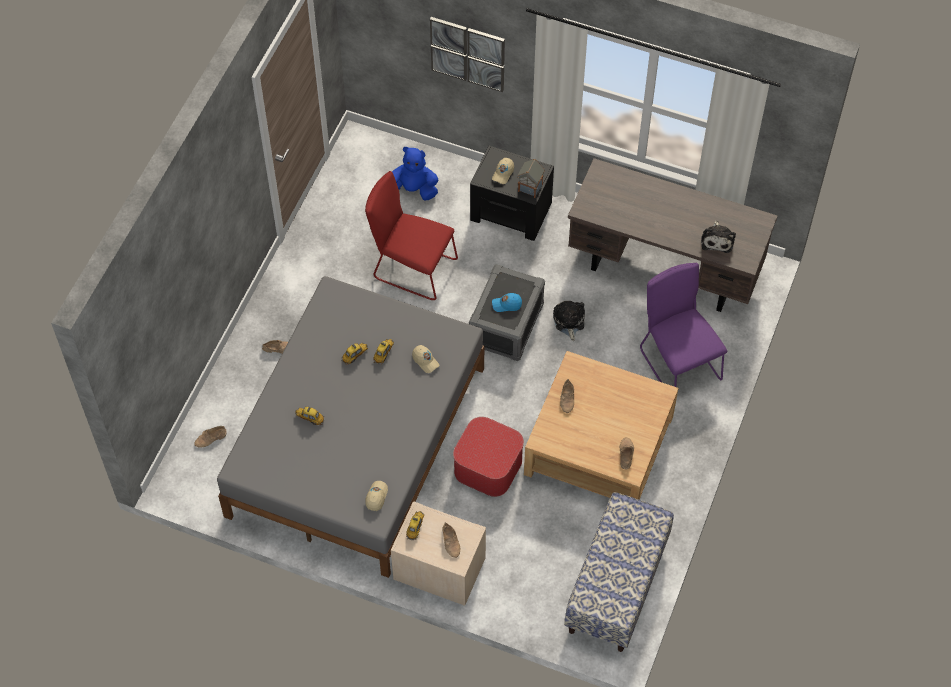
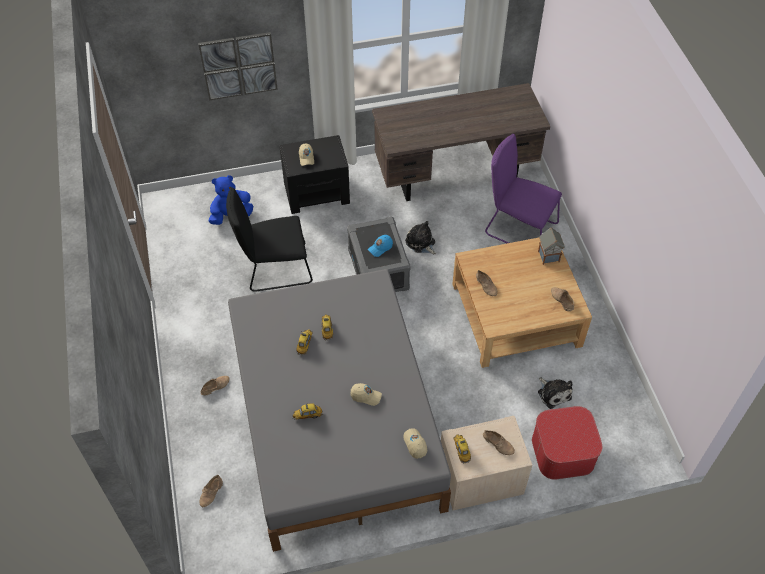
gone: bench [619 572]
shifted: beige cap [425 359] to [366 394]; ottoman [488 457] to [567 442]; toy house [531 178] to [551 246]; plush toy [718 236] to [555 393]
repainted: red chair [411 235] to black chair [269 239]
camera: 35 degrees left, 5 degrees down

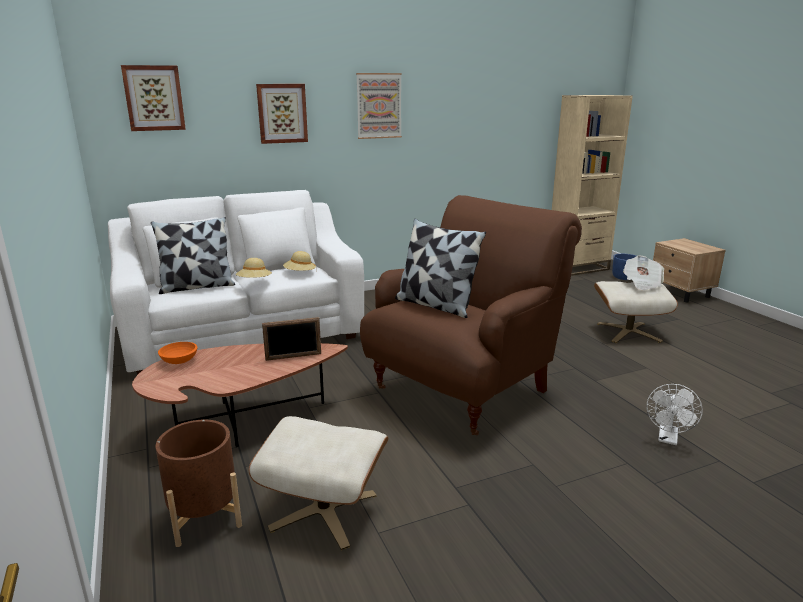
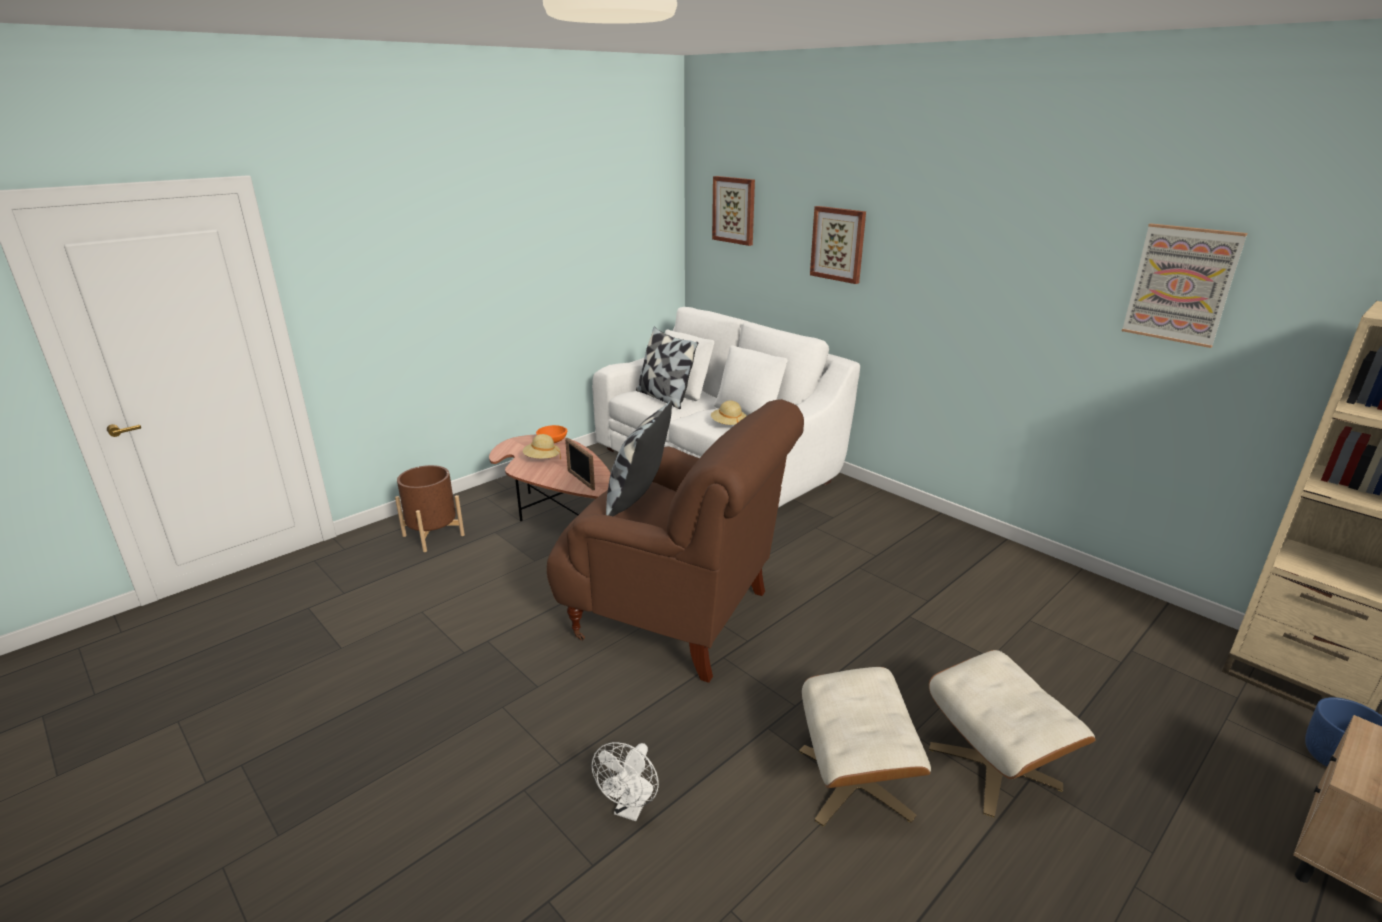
gone: newspaper [643 273]
shifted: beige hat [254 268] to [542 446]; beige ottoman [318 483] to [865 747]; picture [379 106] to [1185 285]
rotated: white fan [675 414] = [625 781] 75 degrees counterclockwise
camera: 70 degrees right, 5 degrees up

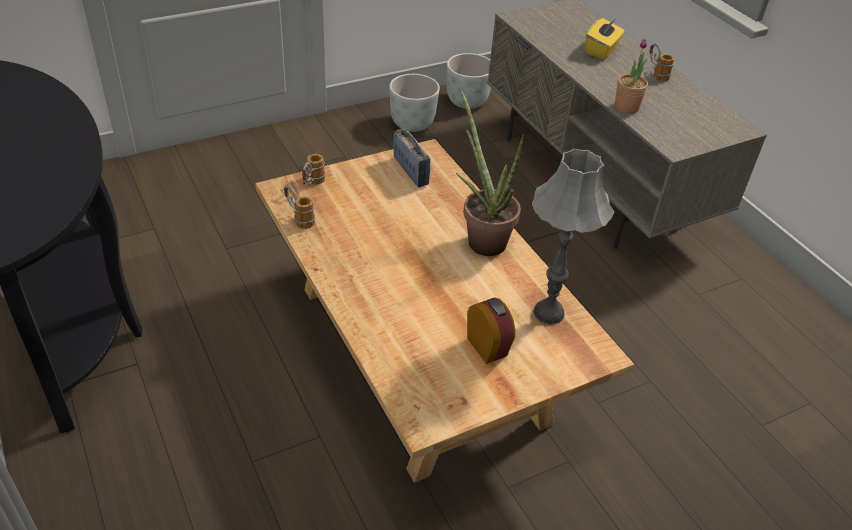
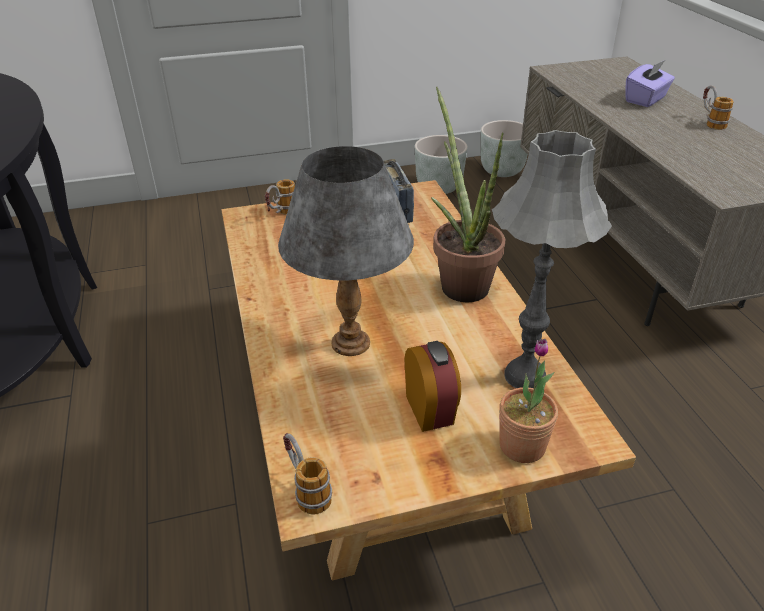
new: grey table lamp [346 251]
shifted: mug [299 207] to [307 474]; potted plant [631 76] to [528 401]
repainted: yellow tissue box [604 38] to purple tissue box [650 83]
camera: 15 degrees right, 5 degrees down

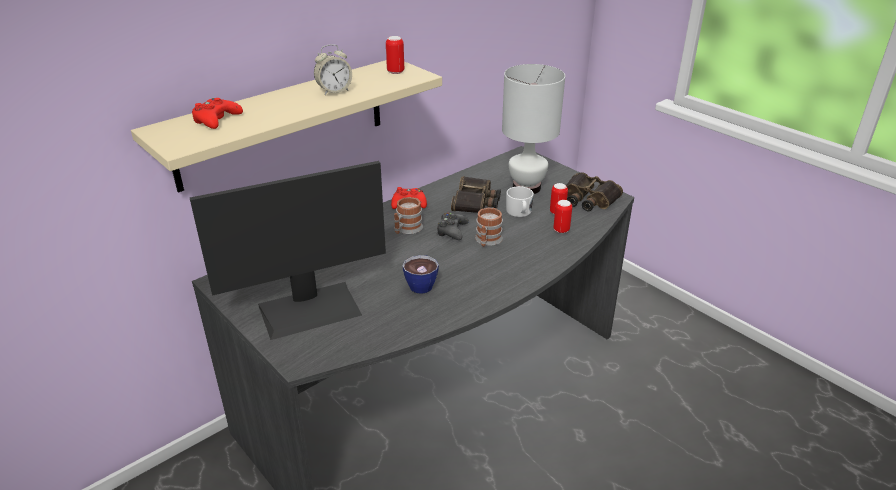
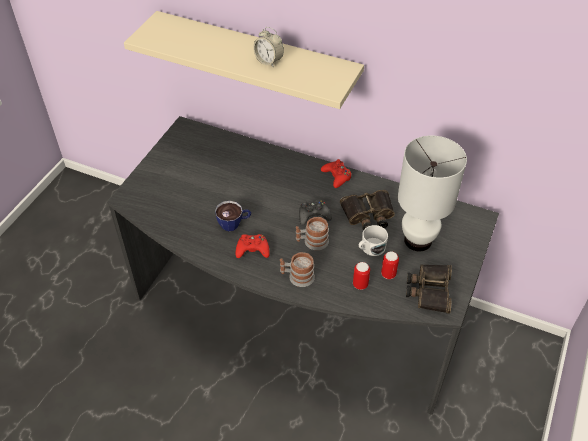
gone: monitor [288 250]; can [395 55]
shifted: red game controller [217 113] to [252 246]; mug [408 215] to [297 269]
camera: 65 degrees right, 15 degrees up

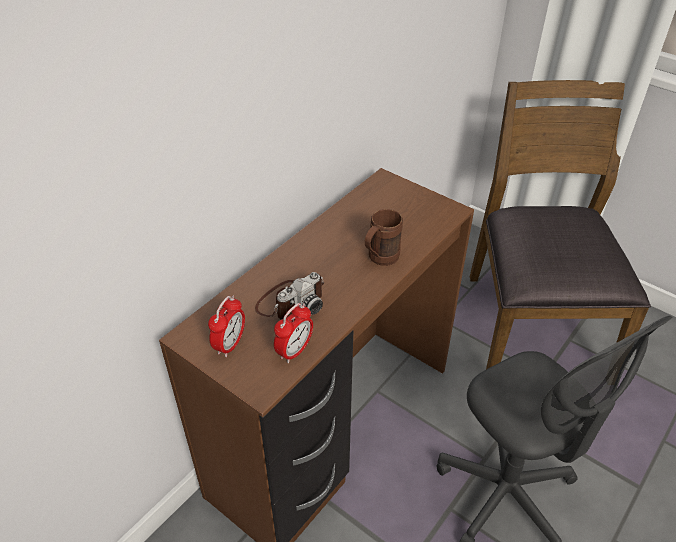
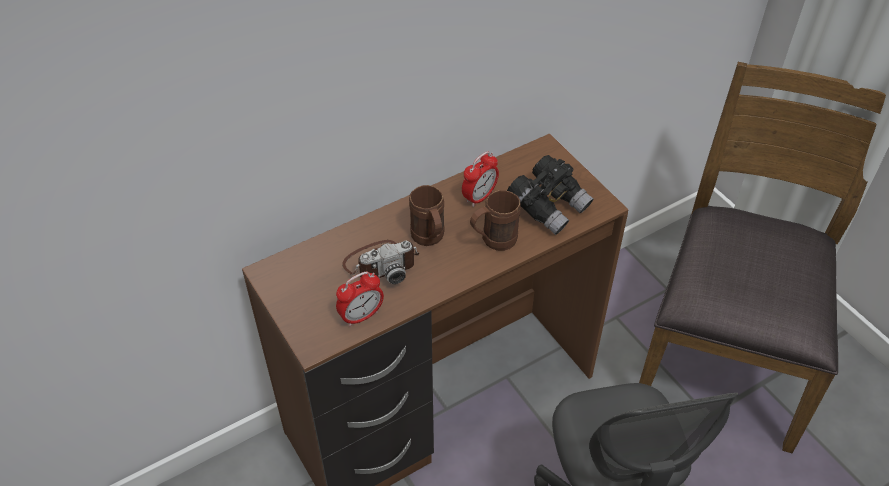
new: brown mug [426 215]; black binoculars [550 195]
shifted: alarm clock [226 326] to [480 179]
camera: 20 degrees right, 5 degrees up

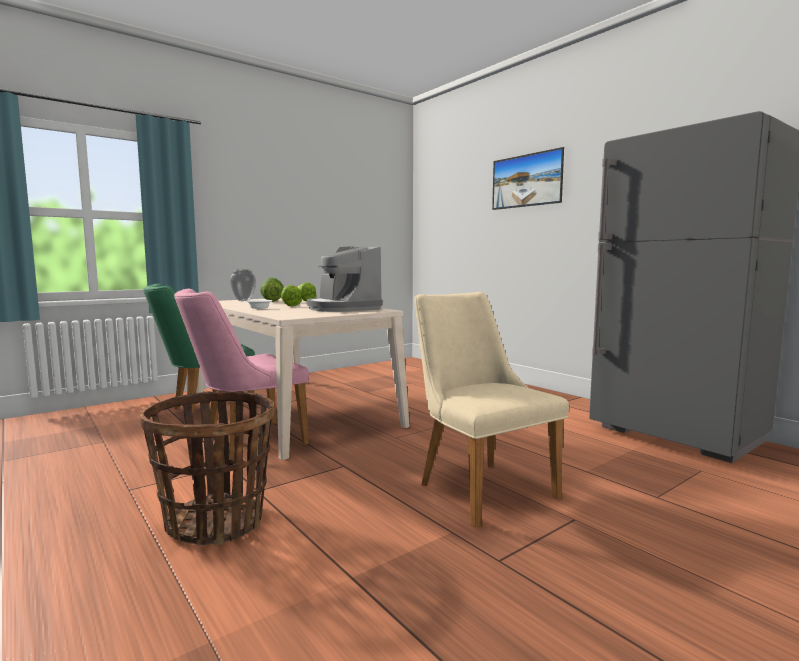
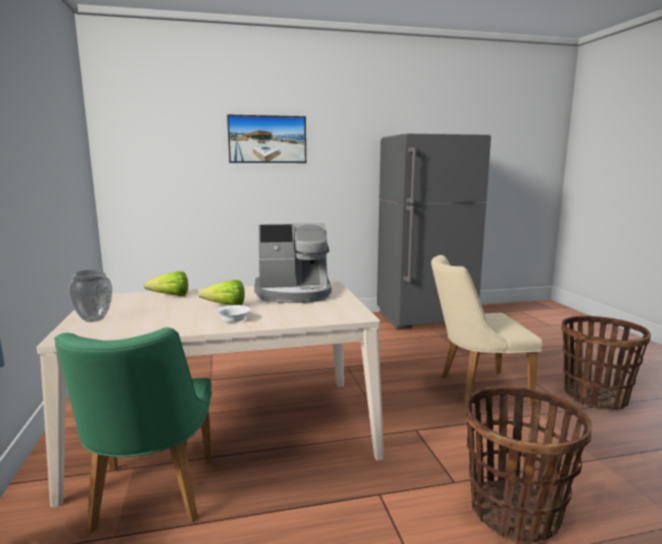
gone: pink chair [241 374]; lettuce [272 289]
new: basket [606 363]
camera: 65 degrees left, 5 degrees up

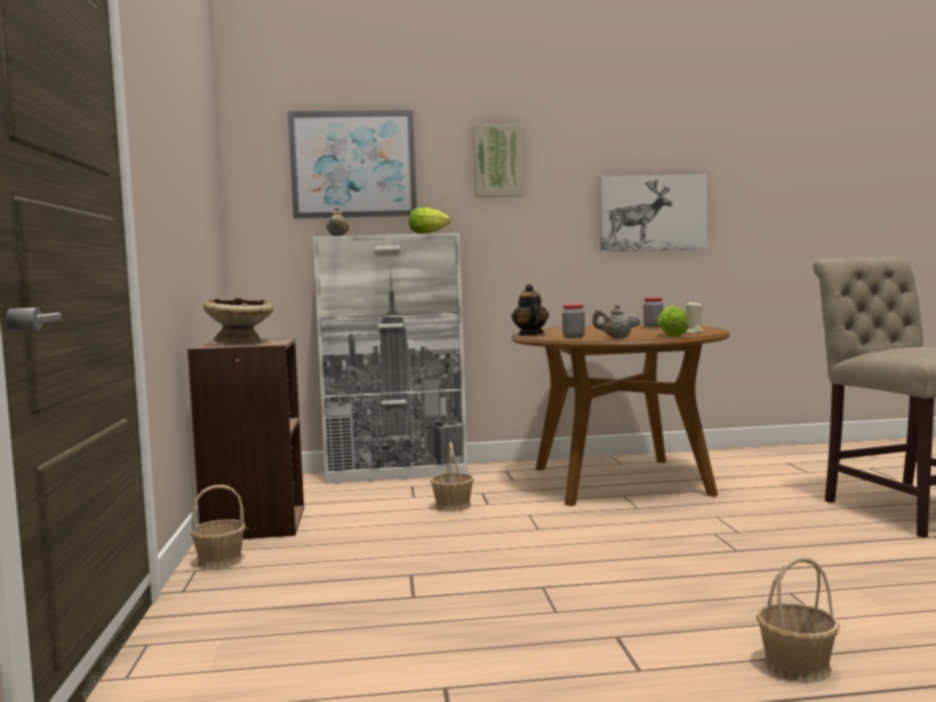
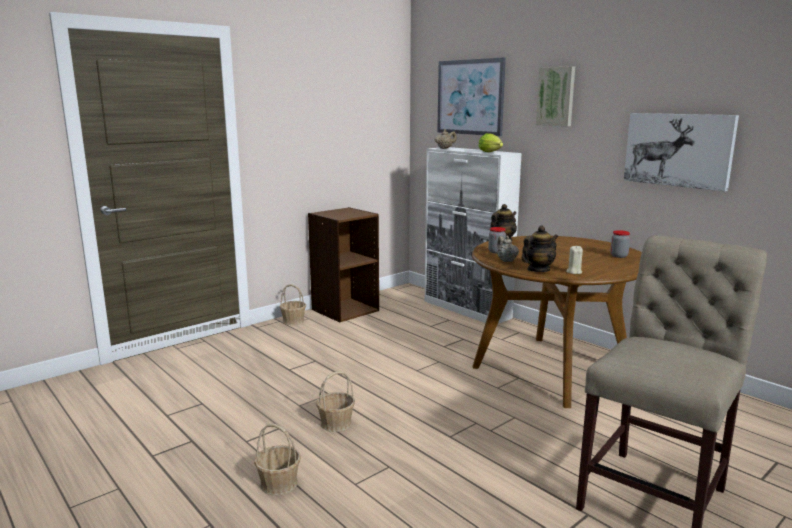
gone: beige bowl [238 320]
shifted: basket [452 477] to [335 401]
swapped: lettuce [673 321] to teapot [539 248]
camera: 55 degrees right, 10 degrees up

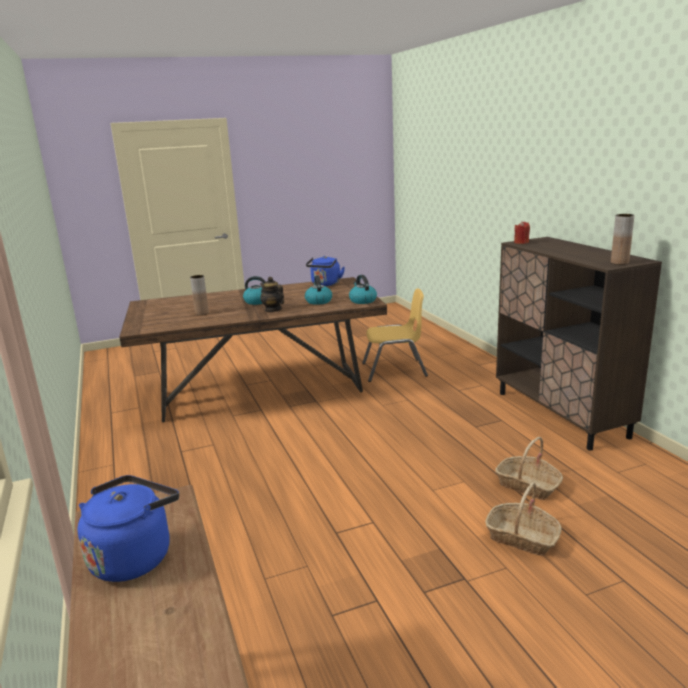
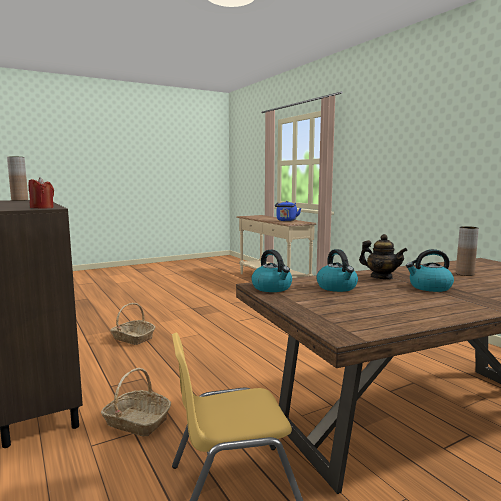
gone: blue kettle [325 271]
shifted: basket [523 519] to [136 402]
camera: 170 degrees right, 10 degrees down

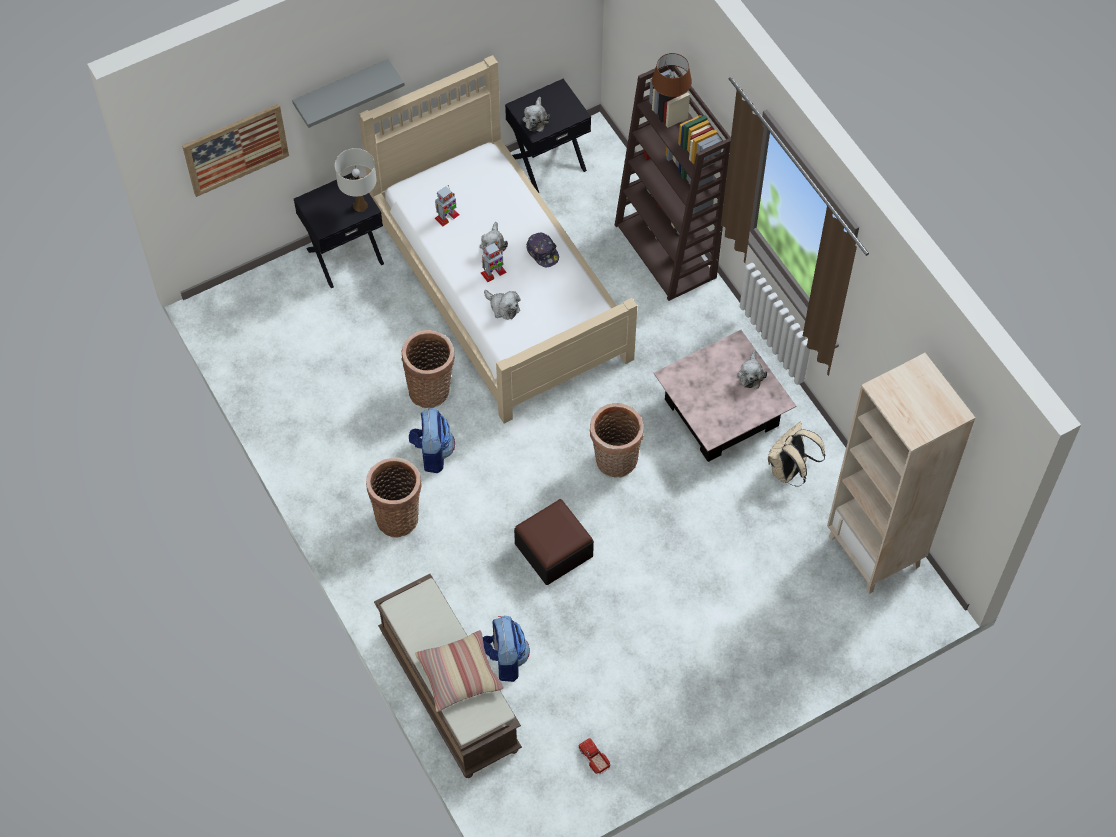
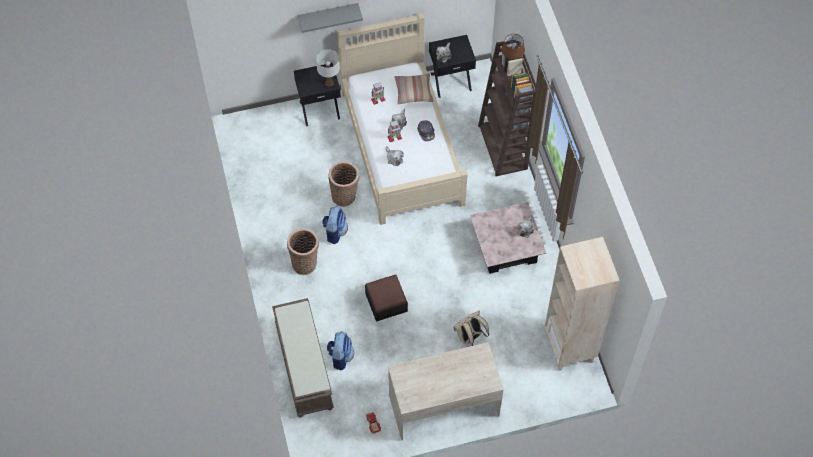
gone: picture [235 150]; basket [617 440]
new: beige desk [446 391]
shifted: pillow [459 671] to [414 89]; beige backpack [796 454] to [471 328]
camera: 15 degrees right, 0 degrees up

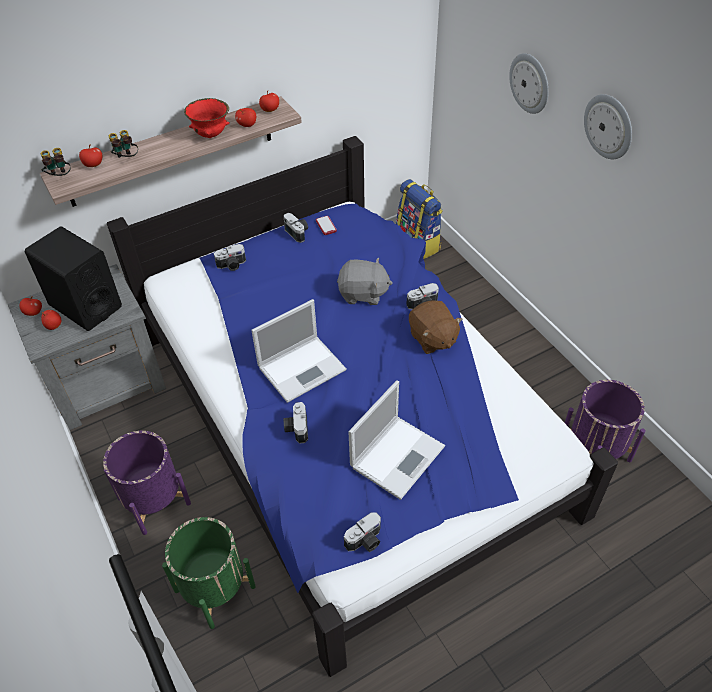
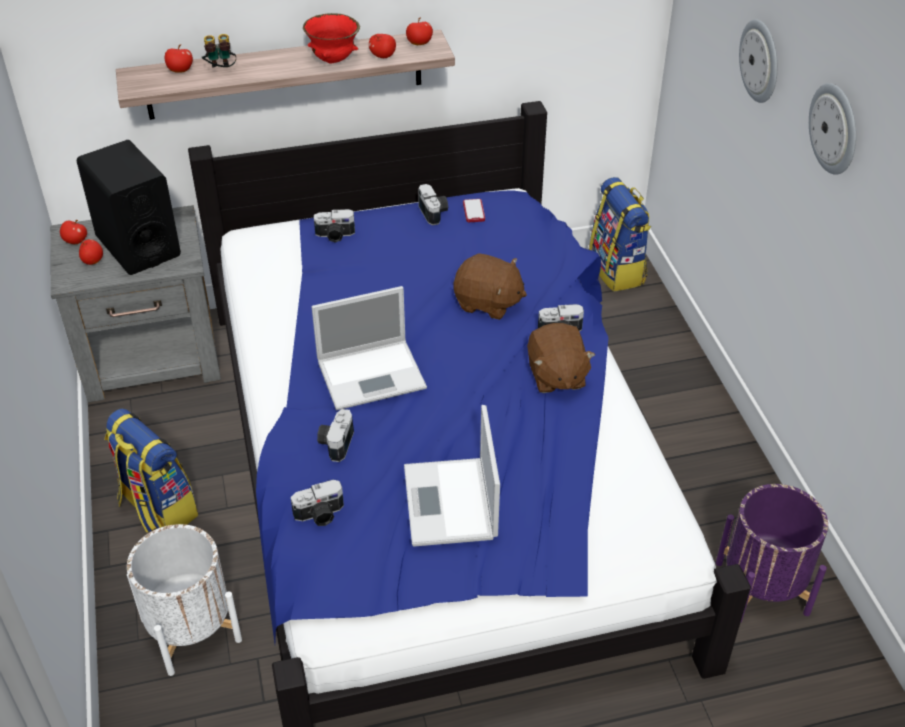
gone: binoculars [55 162]
shifted: photo camera [362 532] to [317 503]
swapped: purple planter [147 483] to backpack [151 471]
repainted: green planter [209 573] to white planter [184 600]; grey plush toy [365 281] to brown plush toy [490 286]
rotated: laptop [396 440] = [452 476] 120 degrees clockwise
camera: 15 degrees right, 5 degrees down

